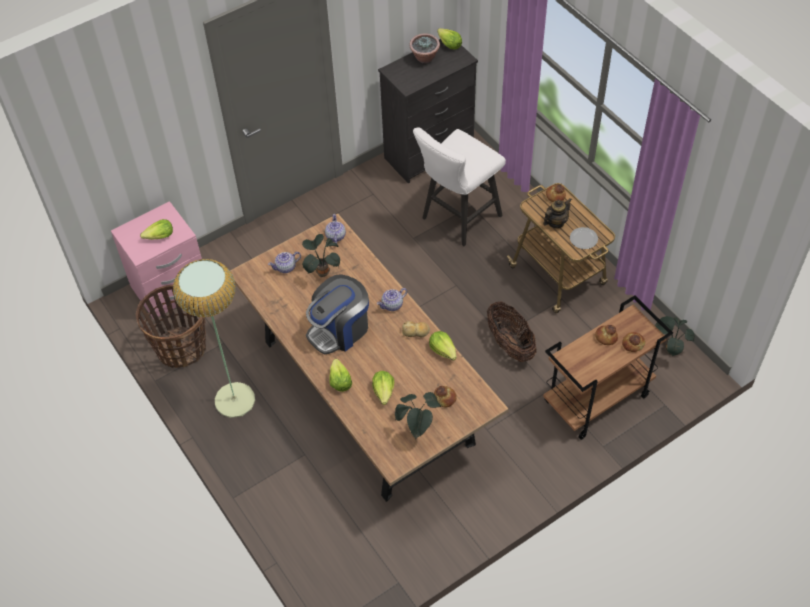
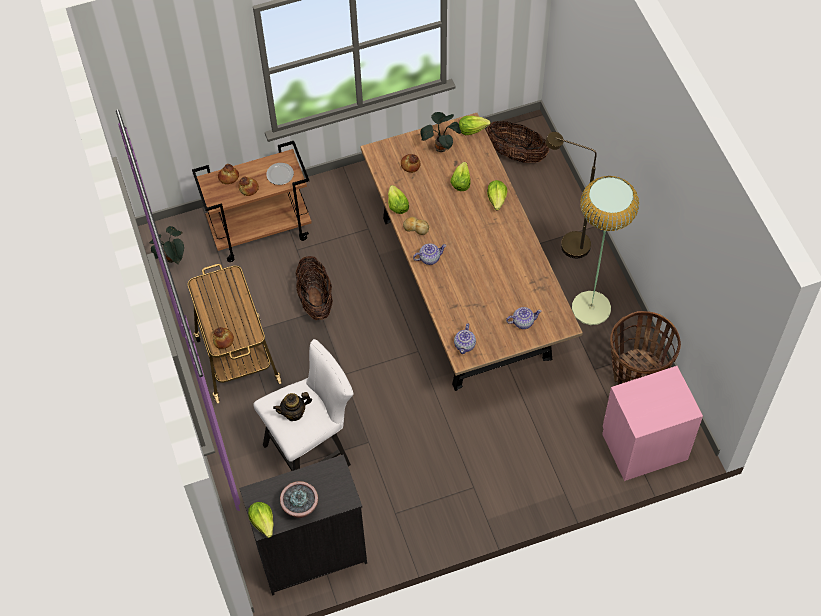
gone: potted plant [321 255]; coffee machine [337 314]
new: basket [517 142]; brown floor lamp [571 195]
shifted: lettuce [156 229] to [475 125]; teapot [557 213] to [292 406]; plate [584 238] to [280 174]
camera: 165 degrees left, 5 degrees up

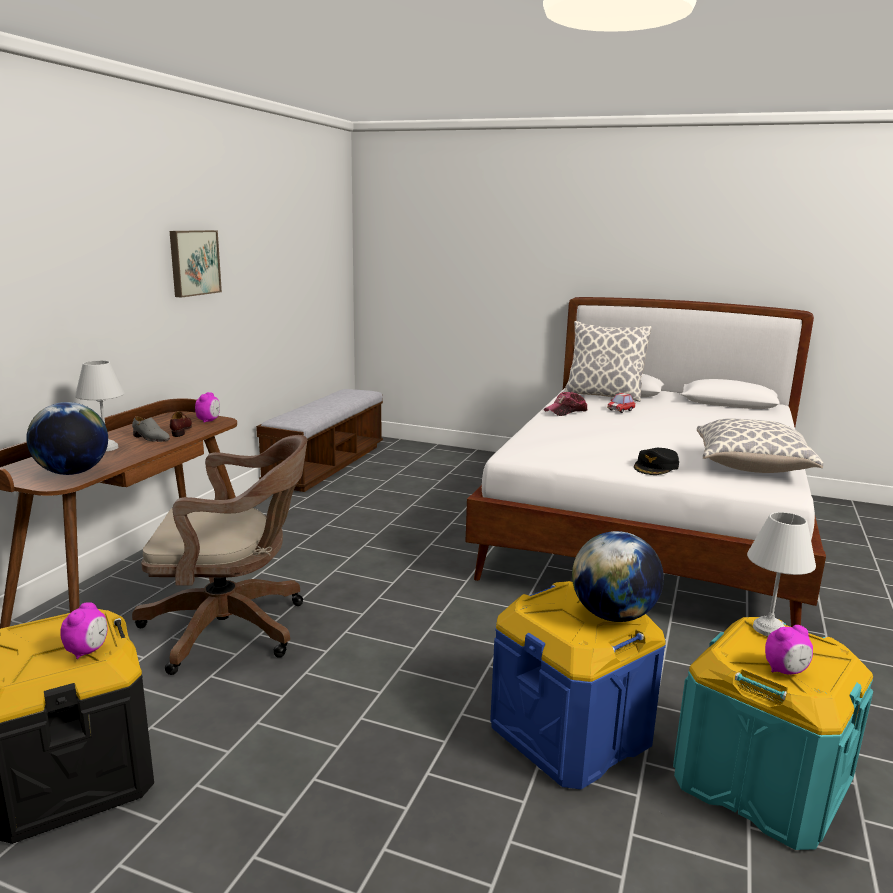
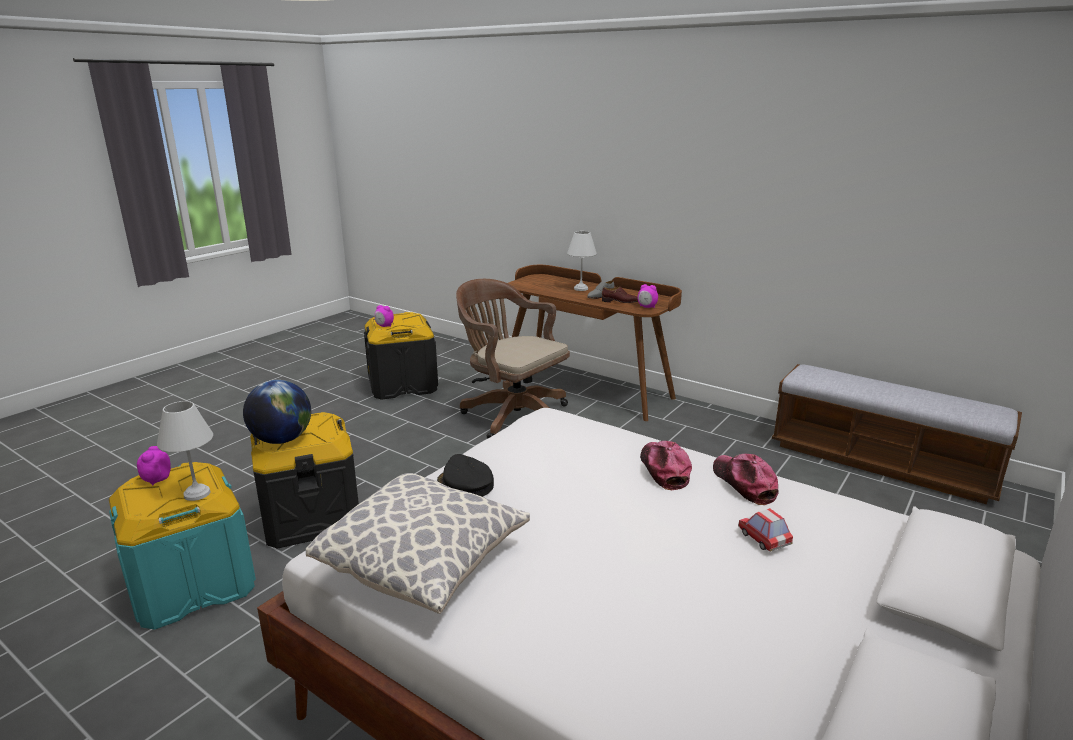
gone: globe [67 438]; picture [196 264]; pillow [608 361]
new: cap [666 465]
repainted: blue storage box [578 685] to black storage box [304 480]
rotated: brown office chair [219 555] = [513 359] 120 degrees clockwise
camera: 105 degrees right, 5 degrees up

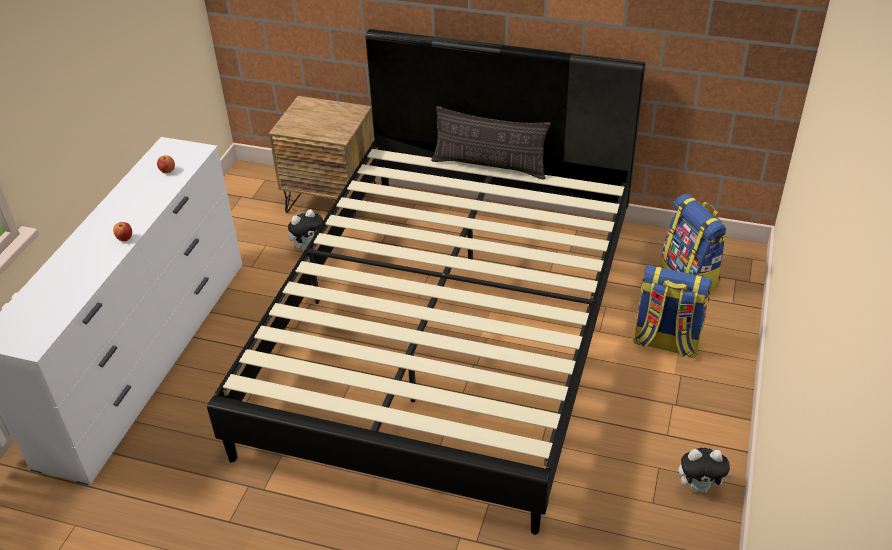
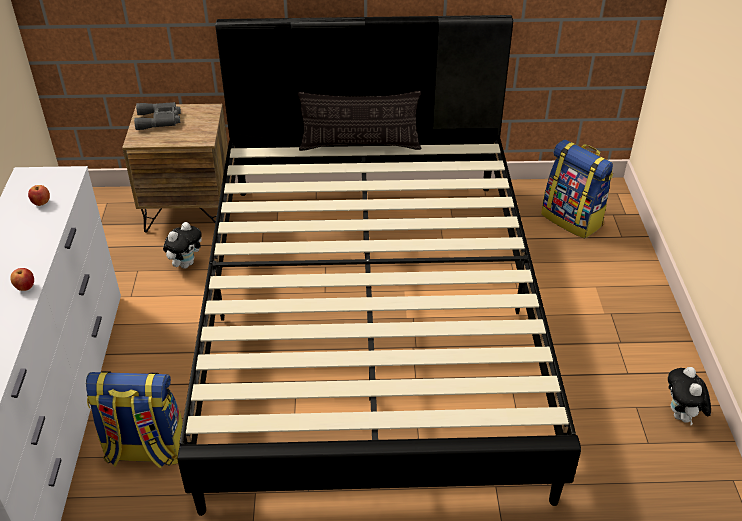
new: grey binoculars [157 116]
shifted: backpack [673 311] to [134 419]
rotated: plush toy [705 470] = [689 396] 105 degrees clockwise
camera: 20 degrees left, 0 degrees up

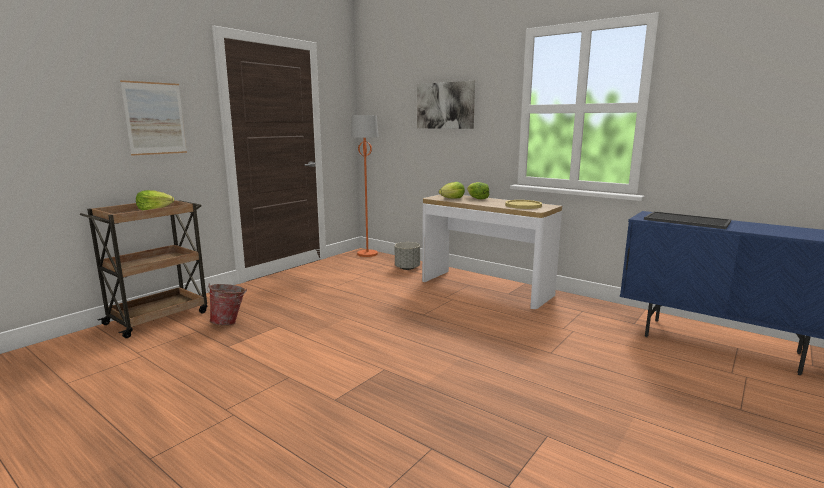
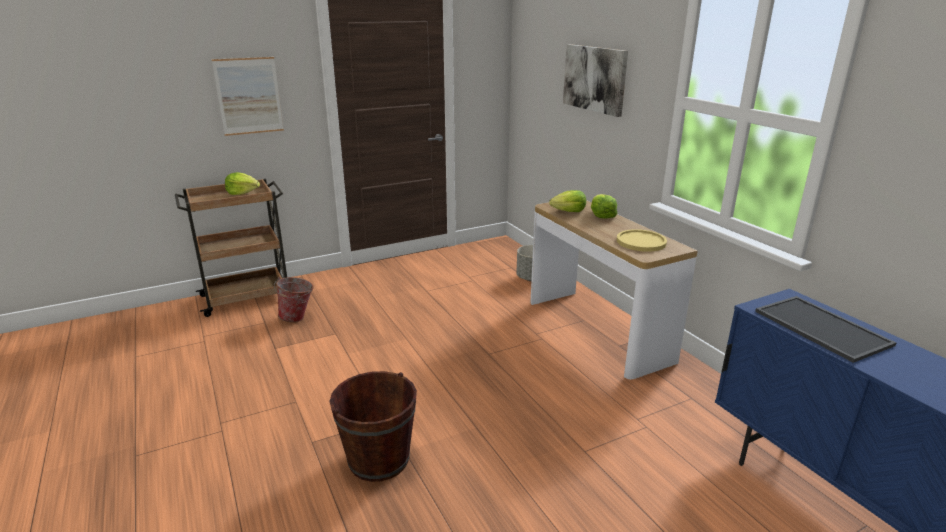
gone: orange floor lamp [365 186]
new: brown bucket [373 426]
camera: 25 degrees right, 10 degrees up

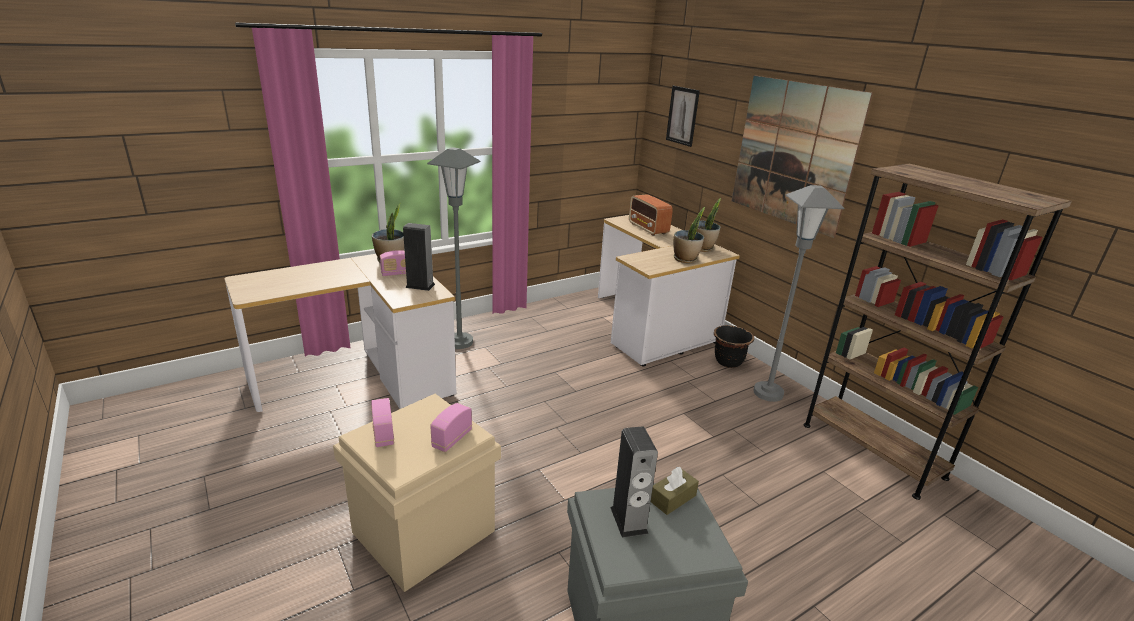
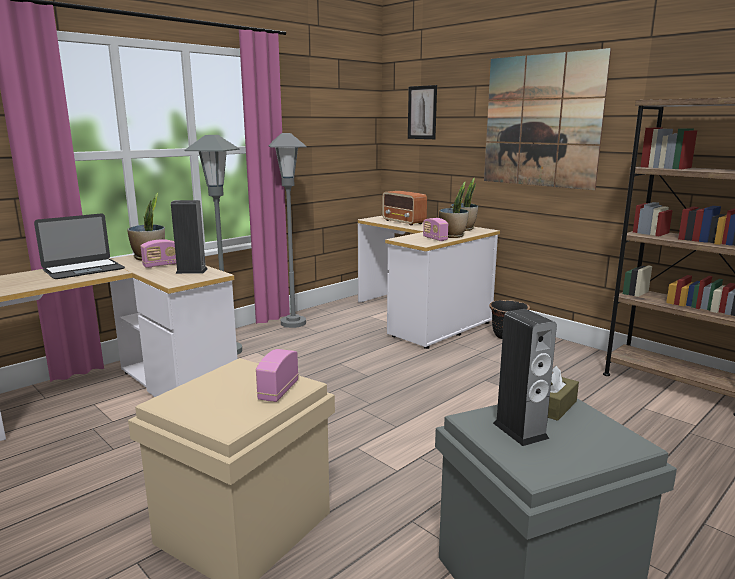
new: laptop [79 246]
shifted: radio [382 422] to [435 229]; grey floor lamp [798 293] to [287 230]
camera: 10 degrees left, 10 degrees down

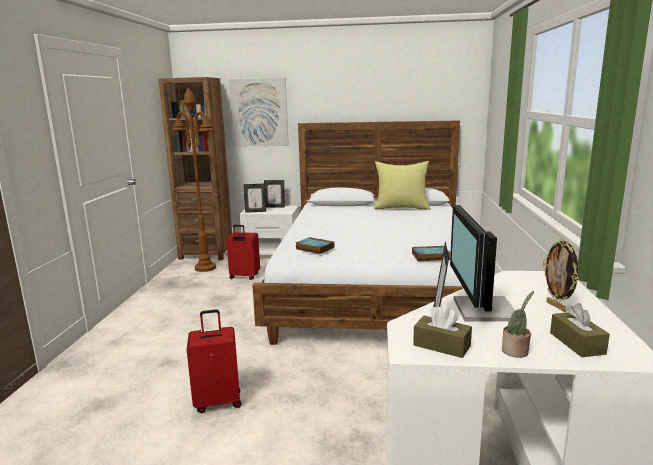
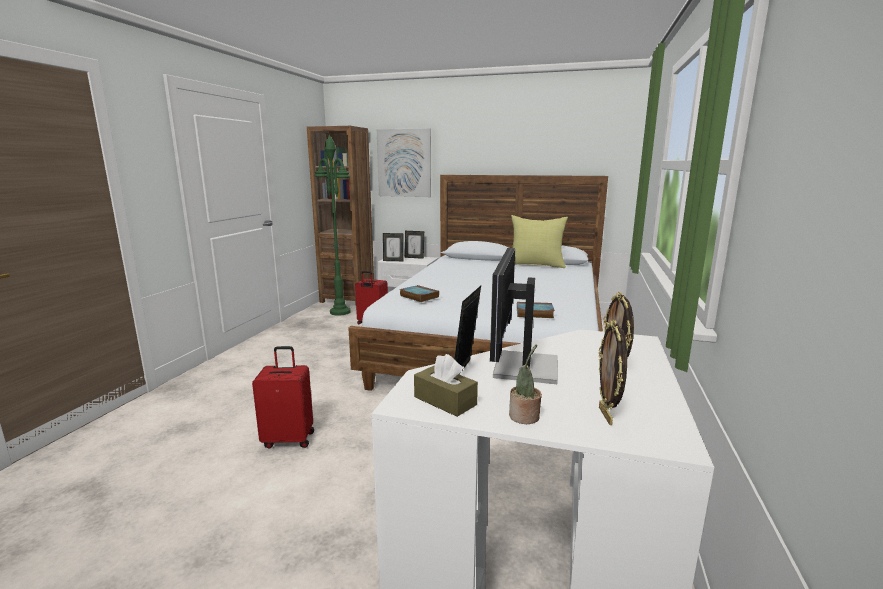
swapped: brown tissue box [580 330] to picture frame [613 372]
repainted: brown floor lamp [194 180] to green floor lamp [333 225]
camera: 10 degrees right, 0 degrees up

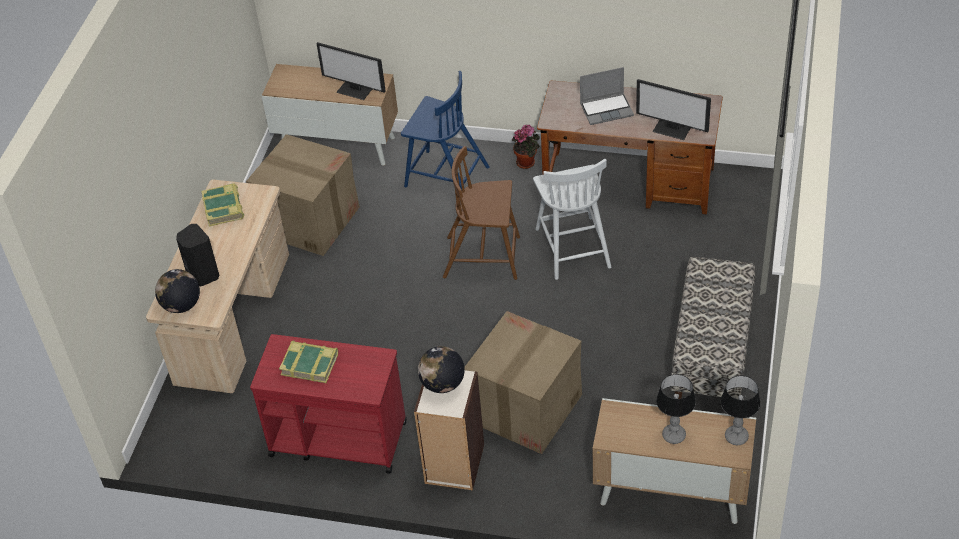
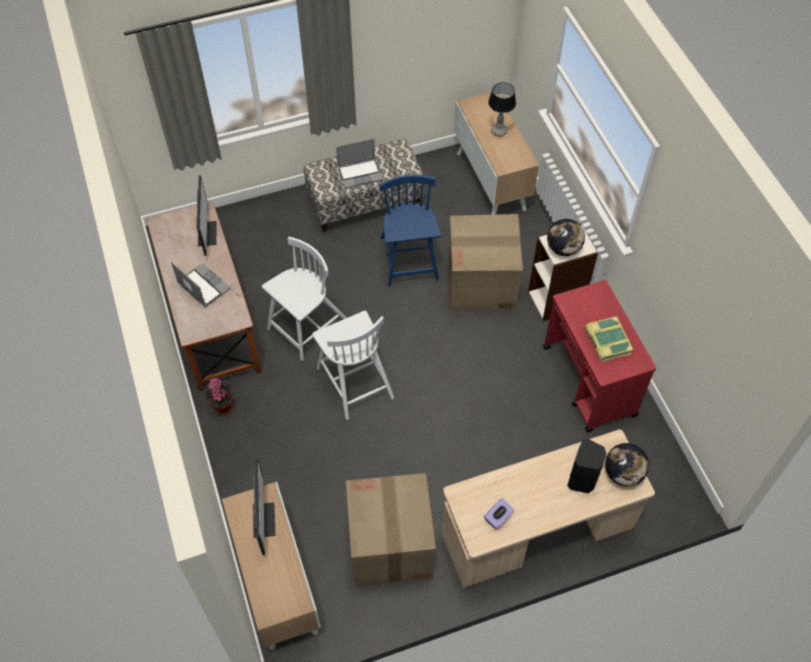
gone: table lamp [740 410]
new: laptop [359 164]
shifted: blue chair [445 130] to [410 231]
swapped: book [222 205] to purple tissue box [499 513]
repainted: brown chair [481 213] to white chair [353 365]
camera: 125 degrees left, 10 degrees up

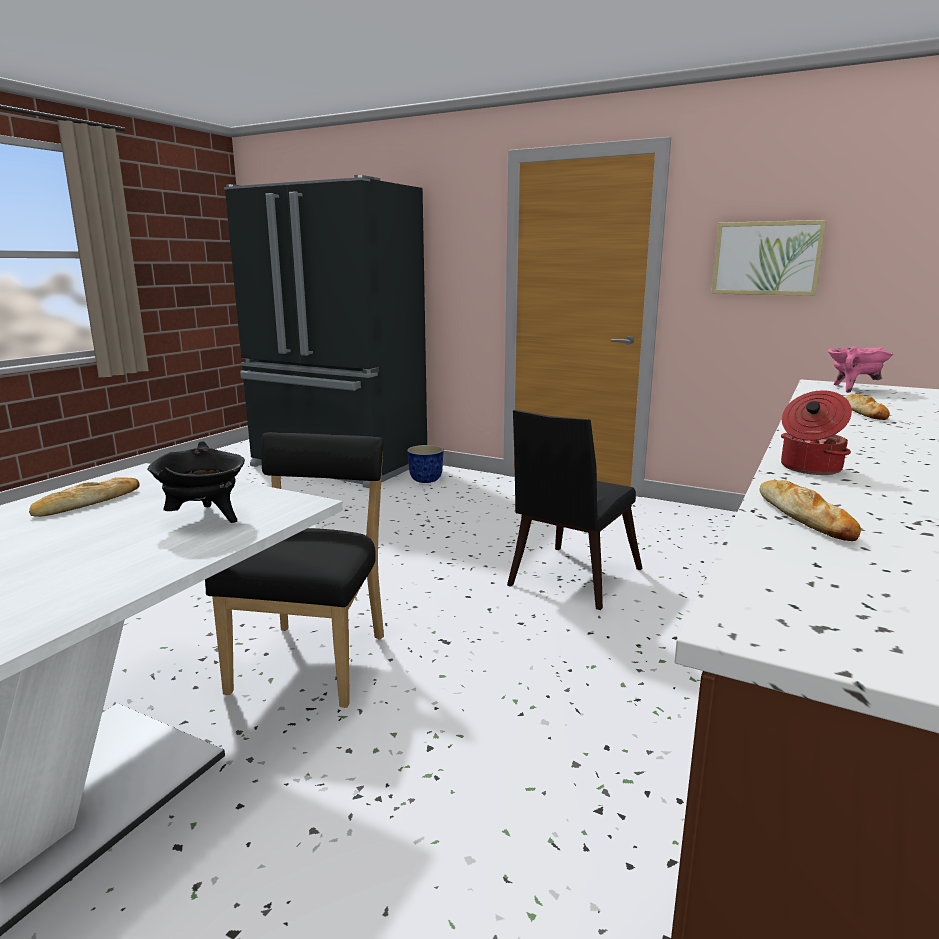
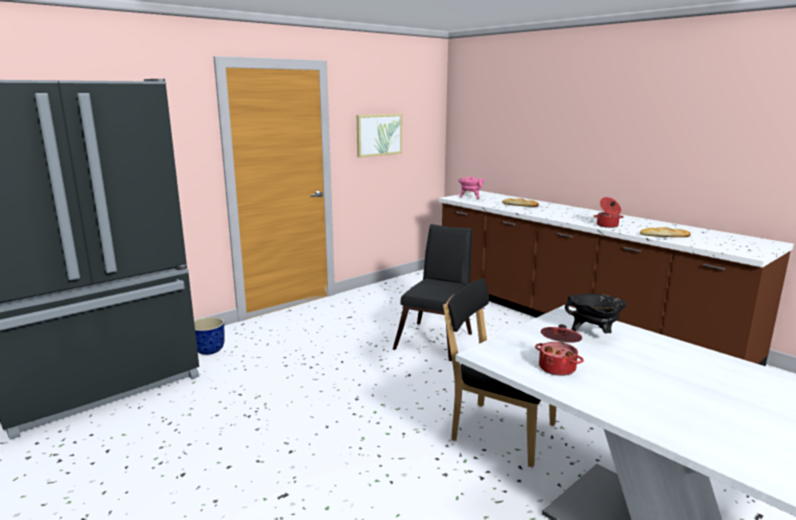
swapped: bread [84 497] to cooking pot [559 350]
rotated: black chair [575 510] = [432 292] 120 degrees counterclockwise
camera: 70 degrees left, 0 degrees up

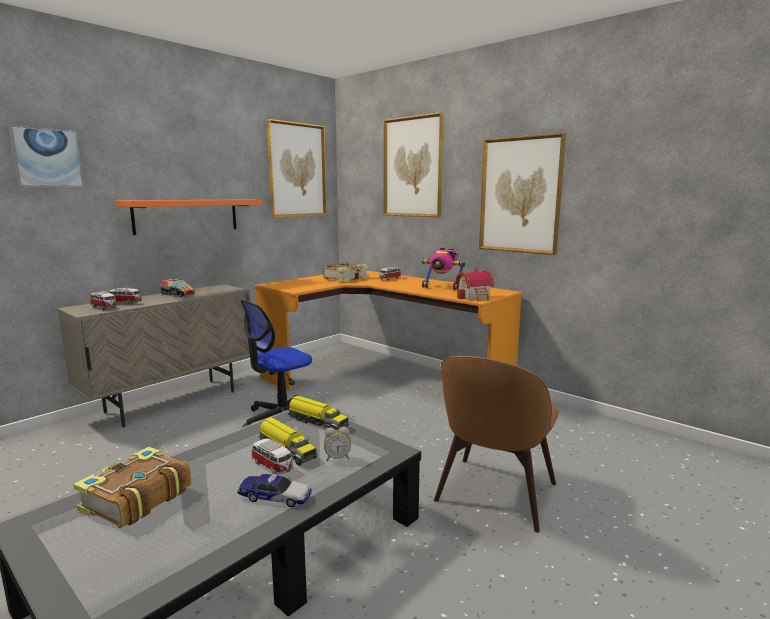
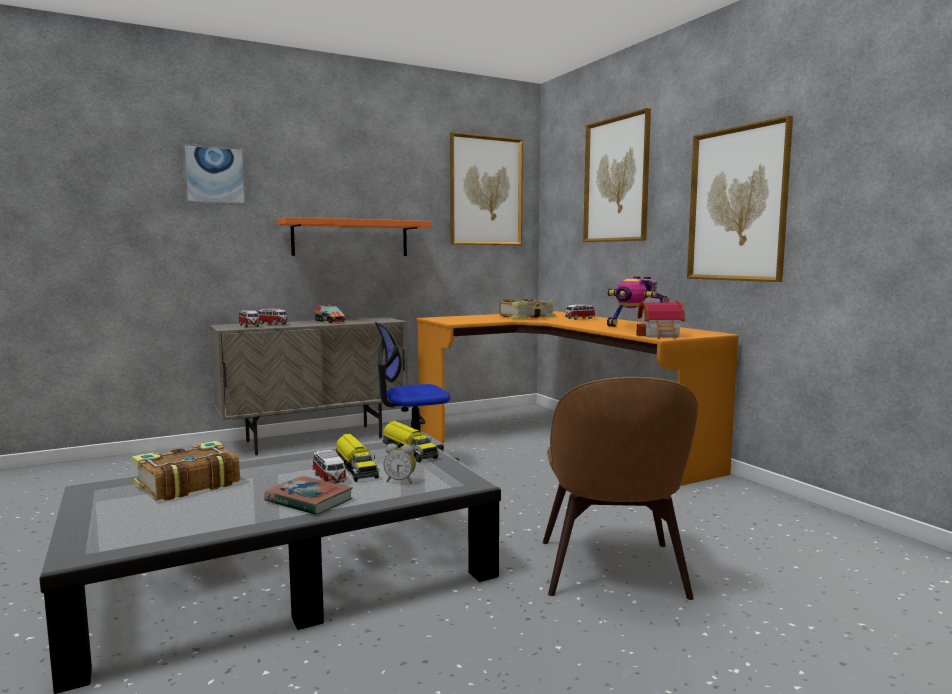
swapped: toy car [274 490] to book [308 495]
rotated: brown chair [496 444] = [620 488] 45 degrees counterclockwise
camera: 20 degrees right, 5 degrees down

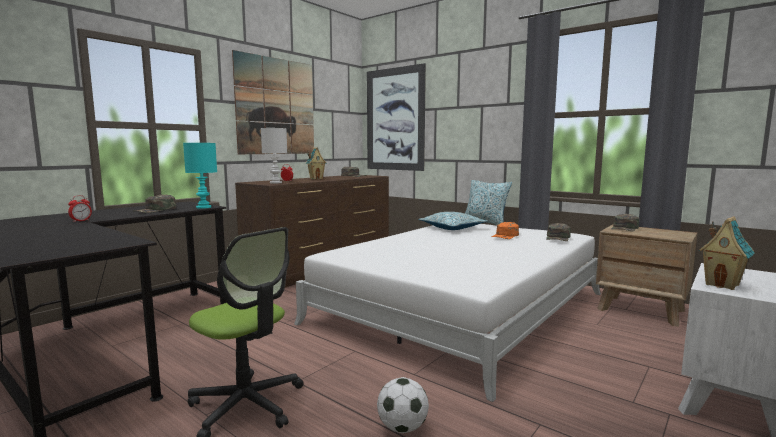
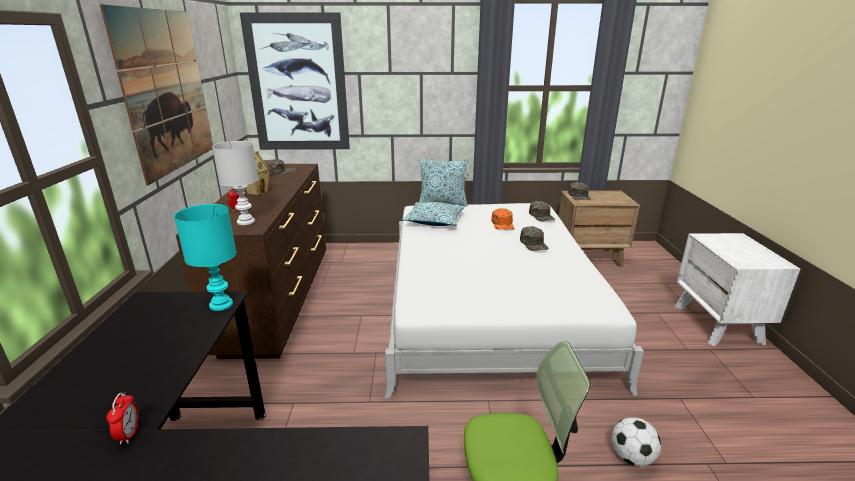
gone: toy house [727 253]
shifted: green cap [155 204] to [534 238]
camera: 40 degrees left, 15 degrees up

